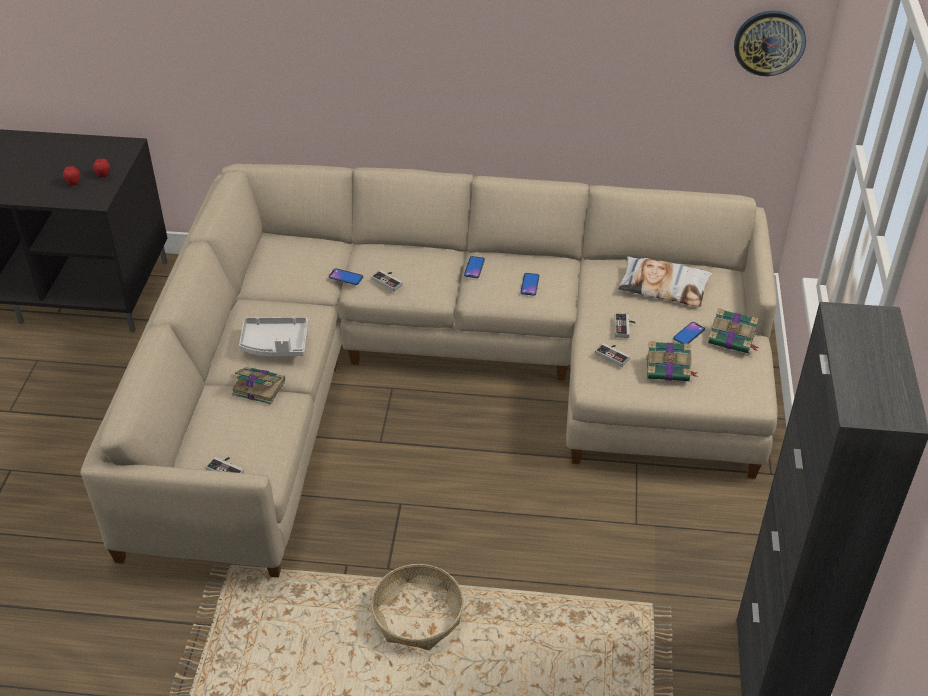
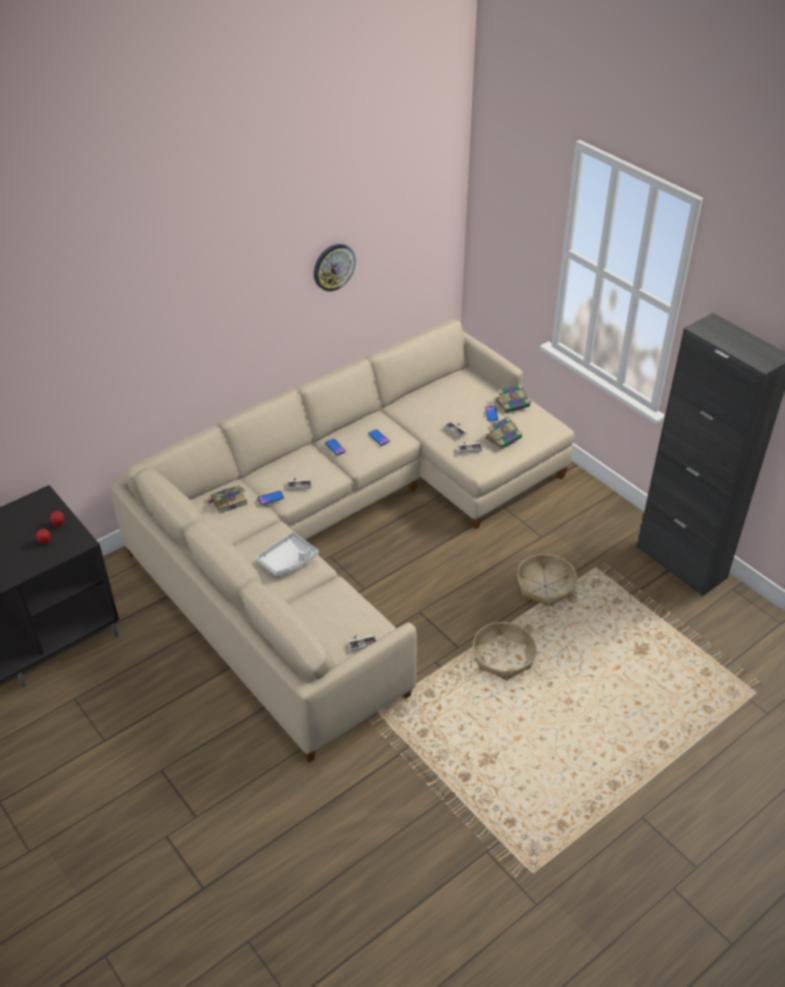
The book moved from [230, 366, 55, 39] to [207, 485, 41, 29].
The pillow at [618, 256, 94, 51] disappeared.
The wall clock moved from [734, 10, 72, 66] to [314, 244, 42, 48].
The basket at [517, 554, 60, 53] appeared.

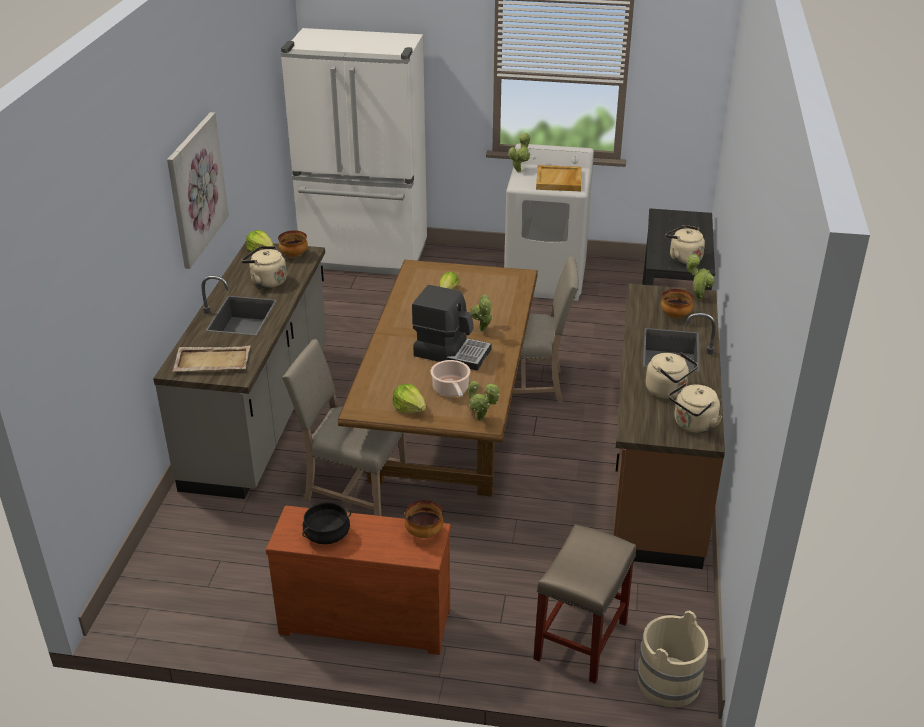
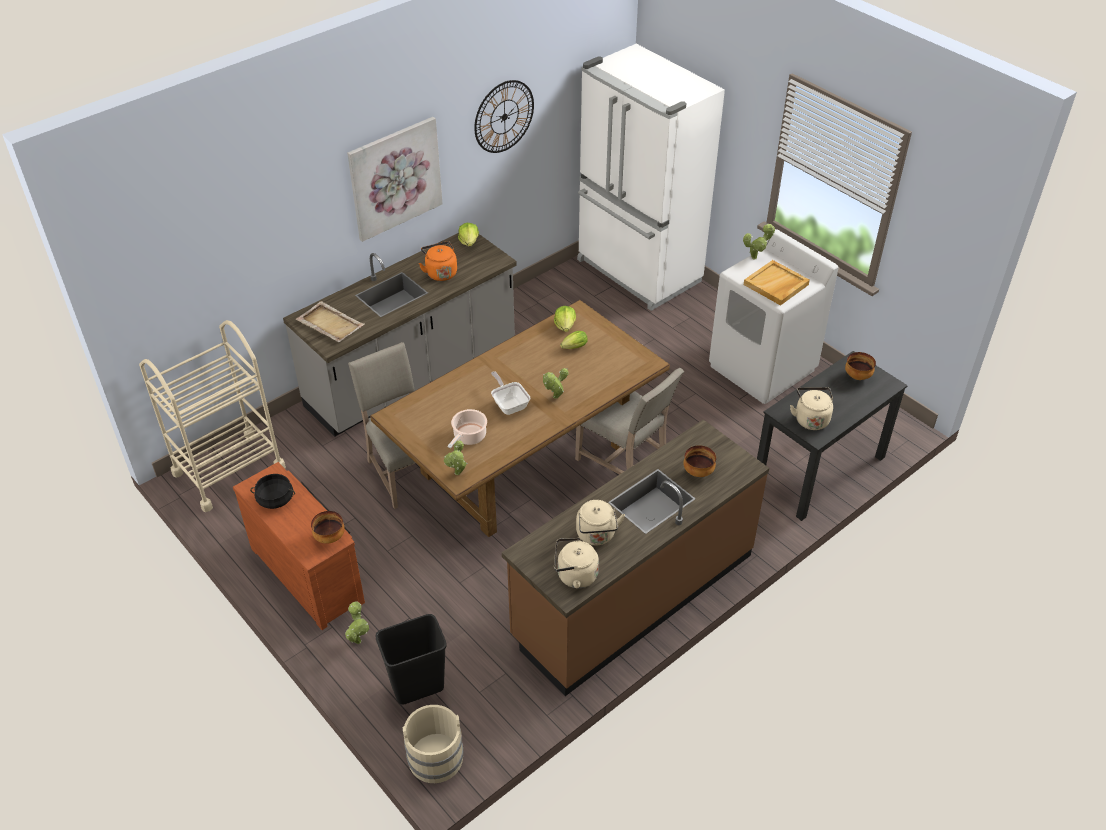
The beige kettle at [241, 246, 46, 42] became the orange kettle at [419, 241, 38, 40].
The bowl moved from [278, 230, 30, 27] to [845, 352, 31, 28].
The lettuce moved from [392, 384, 34, 29] to [554, 306, 22, 26].
The coffee machine at [412, 285, 79, 86] was replaced by the frying pan at [491, 371, 40, 44].
The beige stool at [533, 524, 103, 159] was replaced by the black trash can at [376, 614, 71, 91].
The potted plant moved from [687, 254, 28, 46] to [345, 602, 24, 42].
The beige cart at [139, 320, 147, 192] appeared.
The wall clock at [474, 80, 60, 73] appeared.

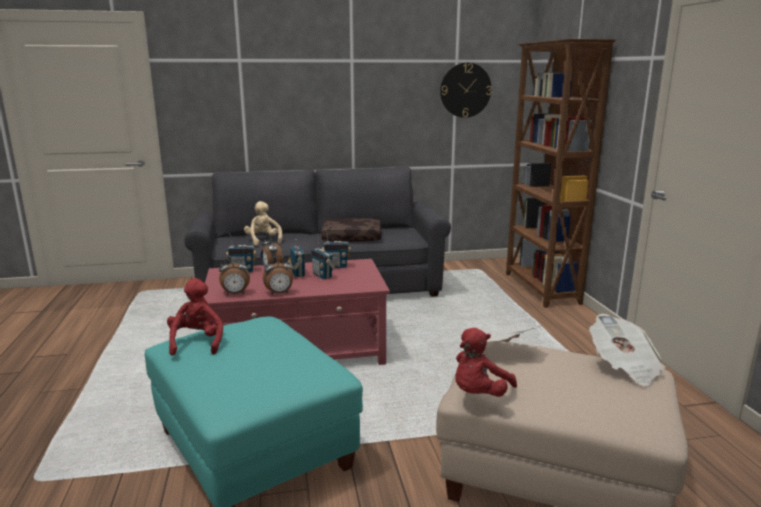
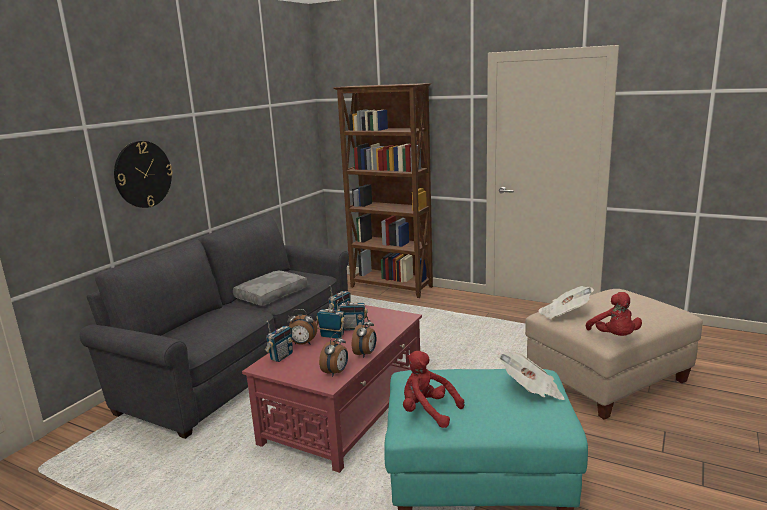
The beige plush toy at [244, 201, 38, 45] disappeared.
The brown pillow at [321, 218, 60, 23] became the grey pillow at [233, 271, 75, 35].
The wall clock moved from [440, 63, 52, 55] to [114, 141, 59, 67].
The newspaper moved from [589, 314, 77, 73] to [498, 352, 67, 48].

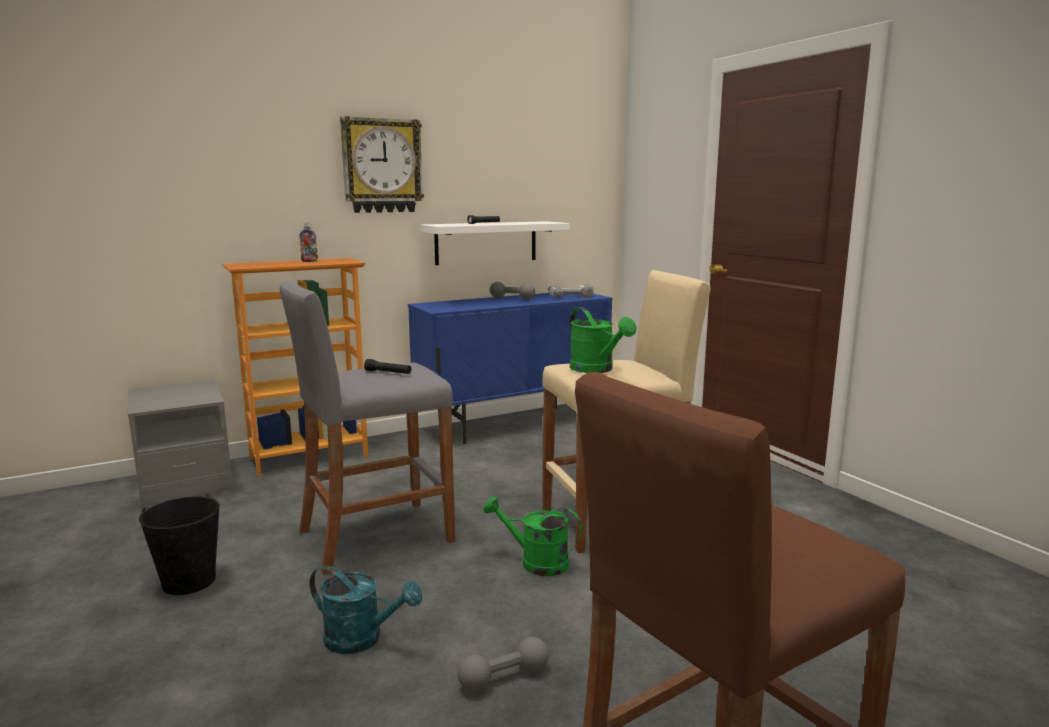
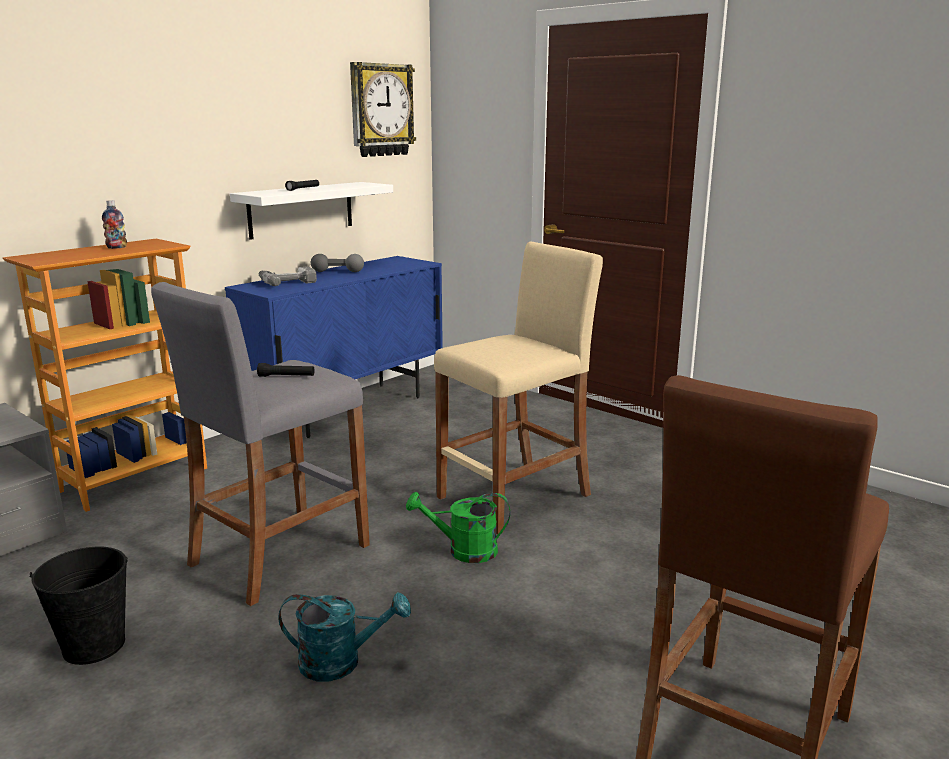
The wall clock moved from [340, 116, 84, 97] to [350, 62, 66, 95].
The grey dumbbell at [458, 637, 91, 55] disappeared.
The power drill moved from [548, 284, 45, 14] to [259, 266, 58, 20].
The green watering can at [570, 307, 66, 66] disappeared.

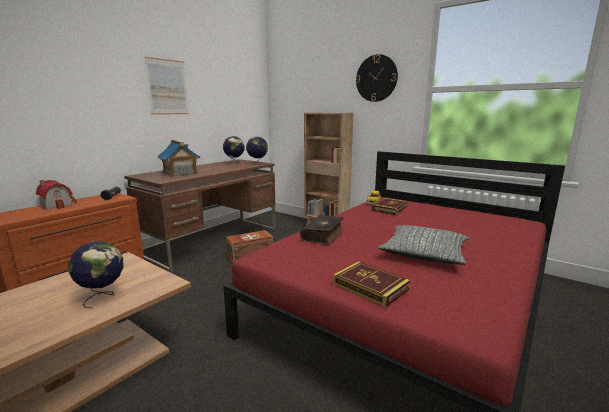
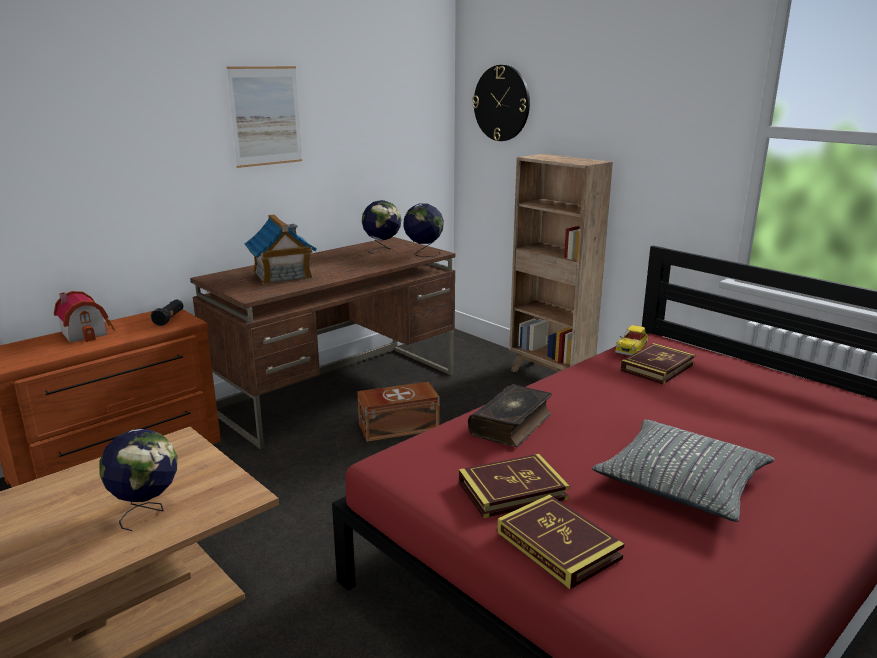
The wall clock moved from [356, 54, 42, 48] to [472, 65, 58, 76].
The book at [459, 454, 111, 64] appeared.

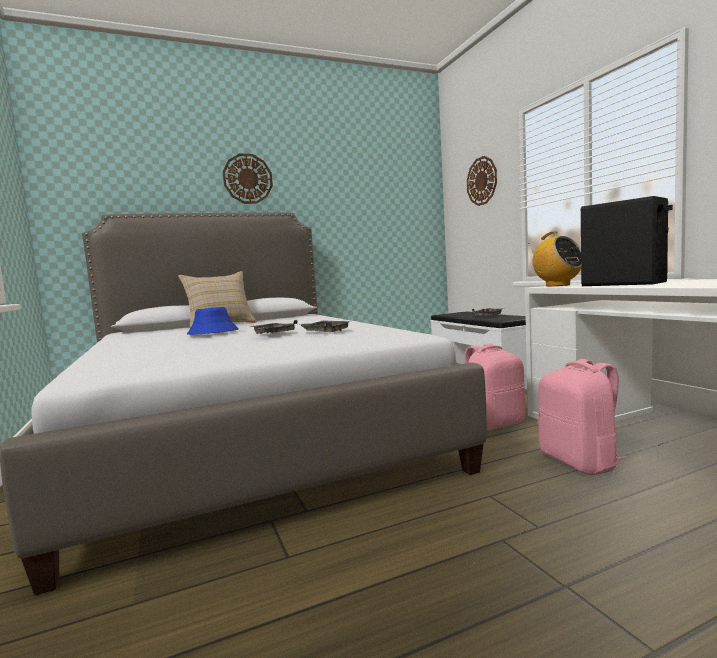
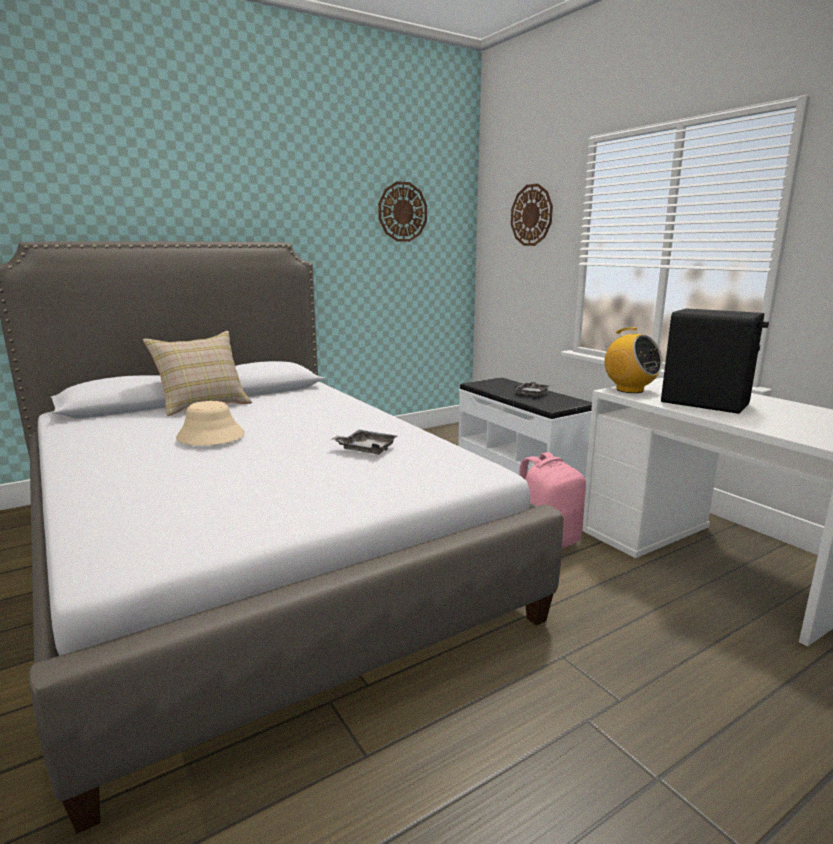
The blue hat at [187, 307, 51, 28] became the beige hat at [176, 401, 69, 45].
The wall clock moved from [223, 153, 50, 51] to [378, 181, 49, 61].
The grey tray at [250, 320, 48, 14] disappeared.
The pink backpack at [538, 359, 89, 116] disappeared.

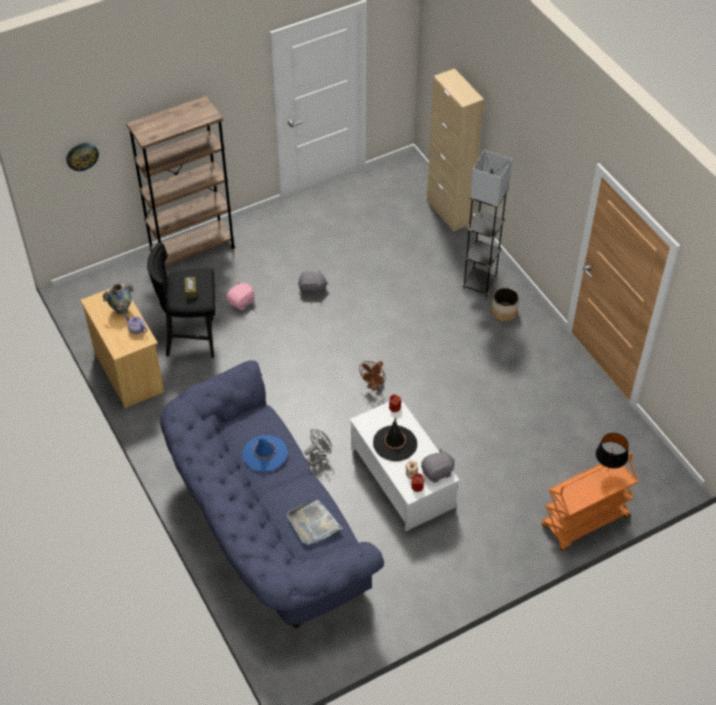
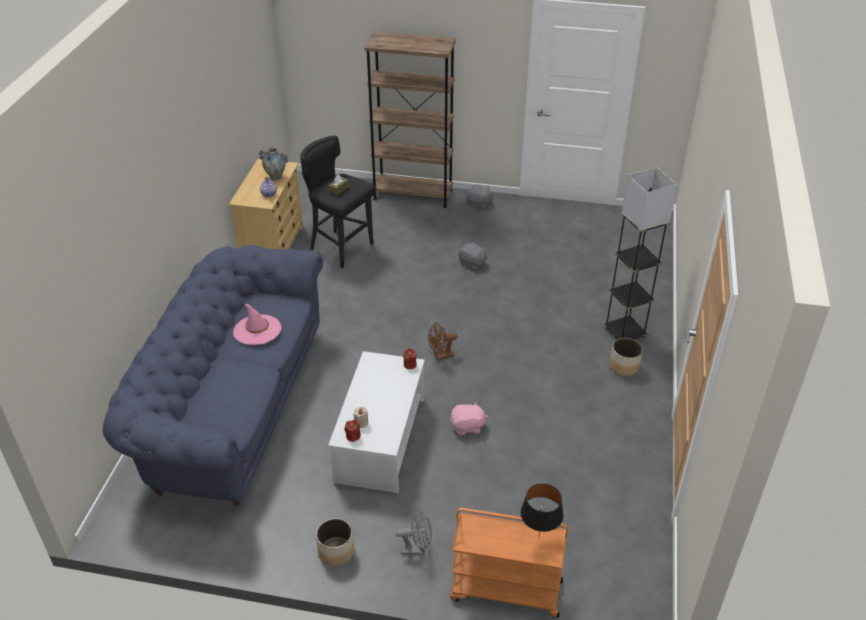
The wall clock at [66, 143, 33, 28] disappeared.
The pink plush toy moved from [227, 281, 27, 29] to [450, 401, 38, 34].
The blue hat at [242, 435, 46, 37] became the pink hat at [233, 304, 48, 41].
The grey tray at [287, 500, 56, 44] disappeared.
The grey fan moved from [304, 429, 28, 38] to [396, 511, 36, 44].
The black hat at [373, 418, 44, 43] disappeared.
The grey plush toy moved from [421, 448, 34, 34] to [466, 185, 28, 24].
The beige cabinet at [427, 68, 57, 163] disappeared.
The planter at [316, 518, 38, 48] appeared.

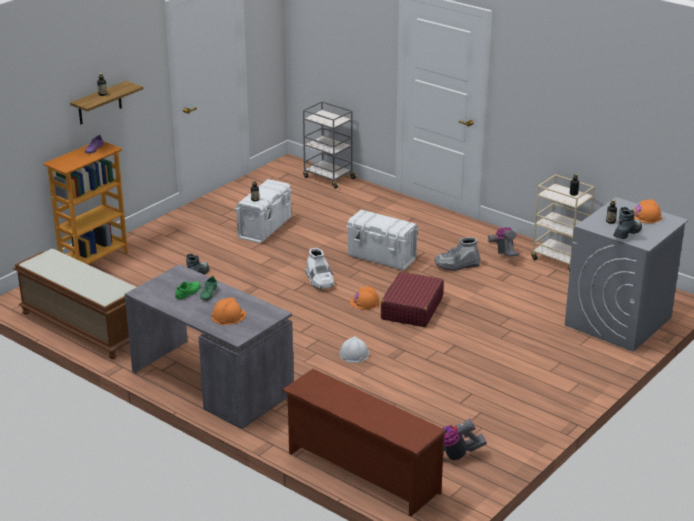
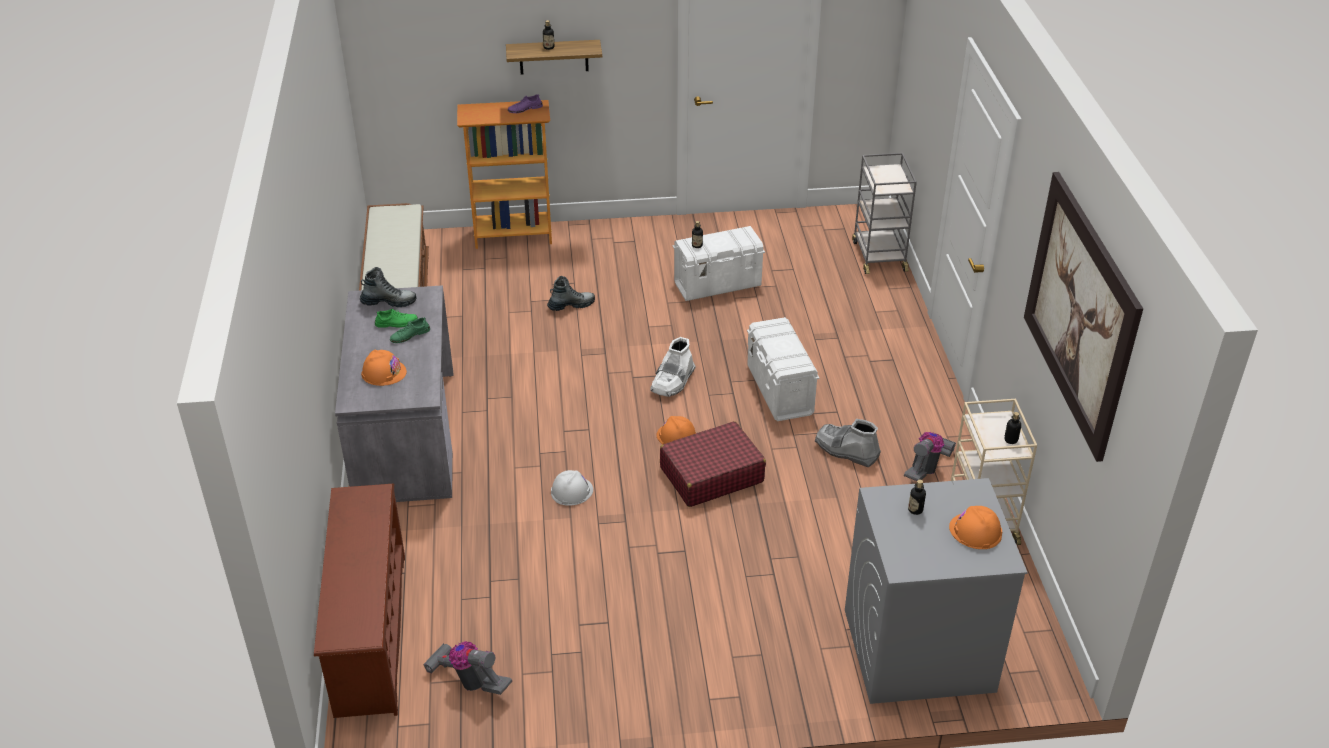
The boot moved from [613, 207, 29, 32] to [360, 267, 56, 40].
The picture at [1024, 172, 119, 290] appeared.

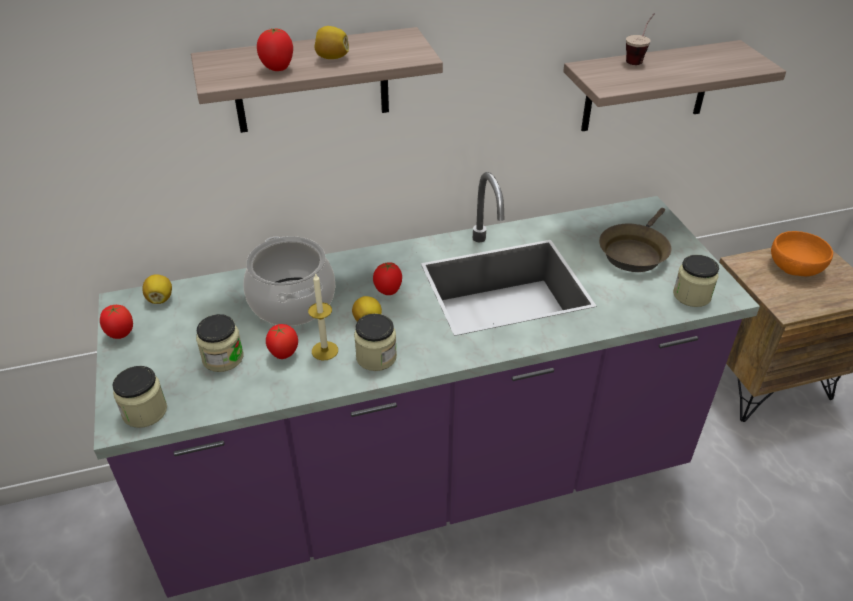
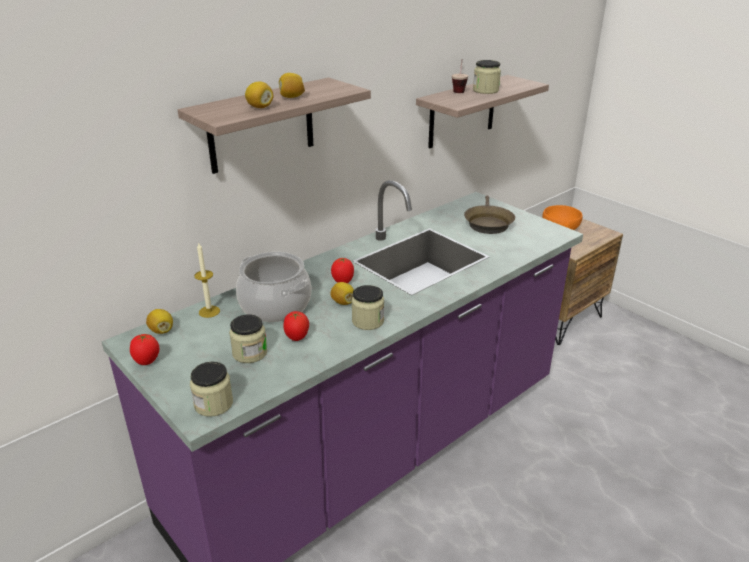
The tomato at [257, 28, 36, 43] was replaced by the lemon at [245, 81, 29, 27].
The candle moved from [308, 274, 30, 87] to [194, 243, 26, 75].
The jar moved from [673, 255, 46, 52] to [473, 60, 28, 34].

